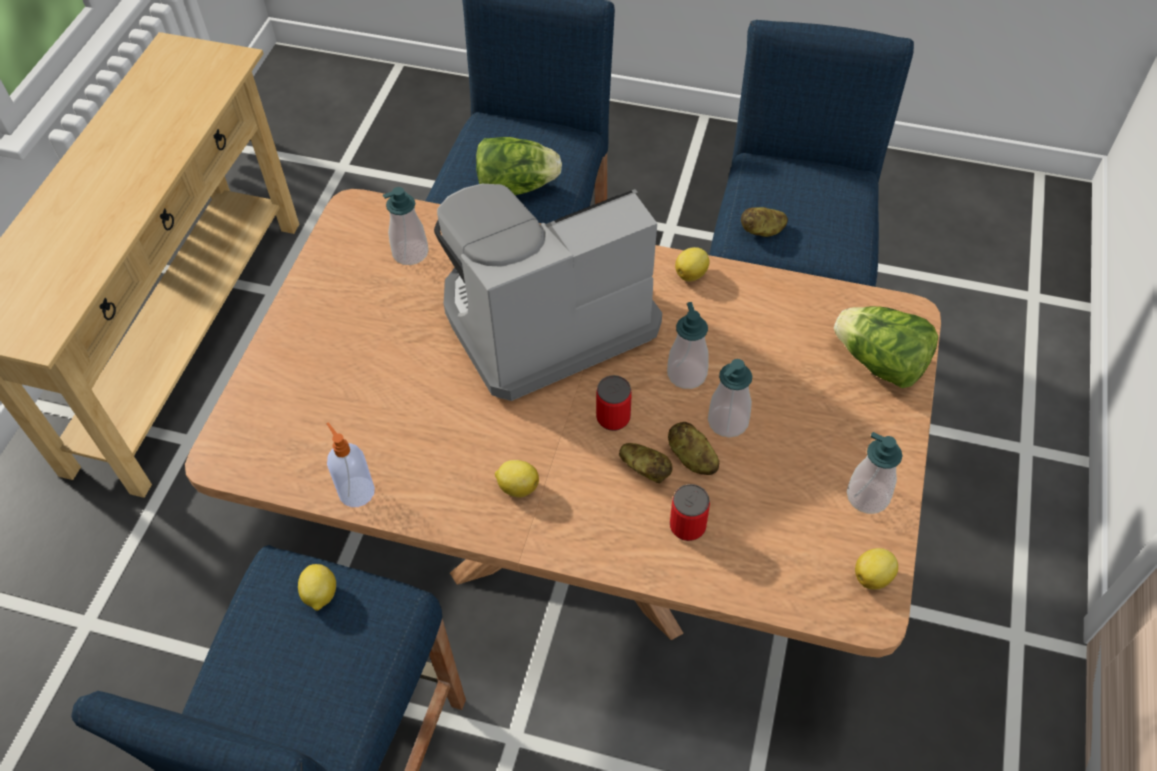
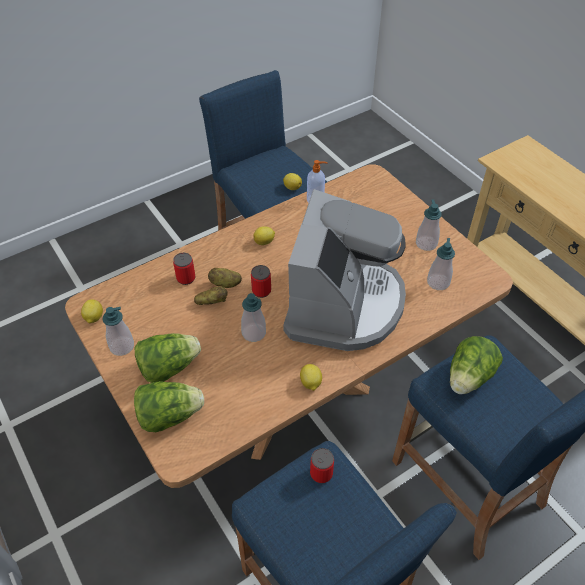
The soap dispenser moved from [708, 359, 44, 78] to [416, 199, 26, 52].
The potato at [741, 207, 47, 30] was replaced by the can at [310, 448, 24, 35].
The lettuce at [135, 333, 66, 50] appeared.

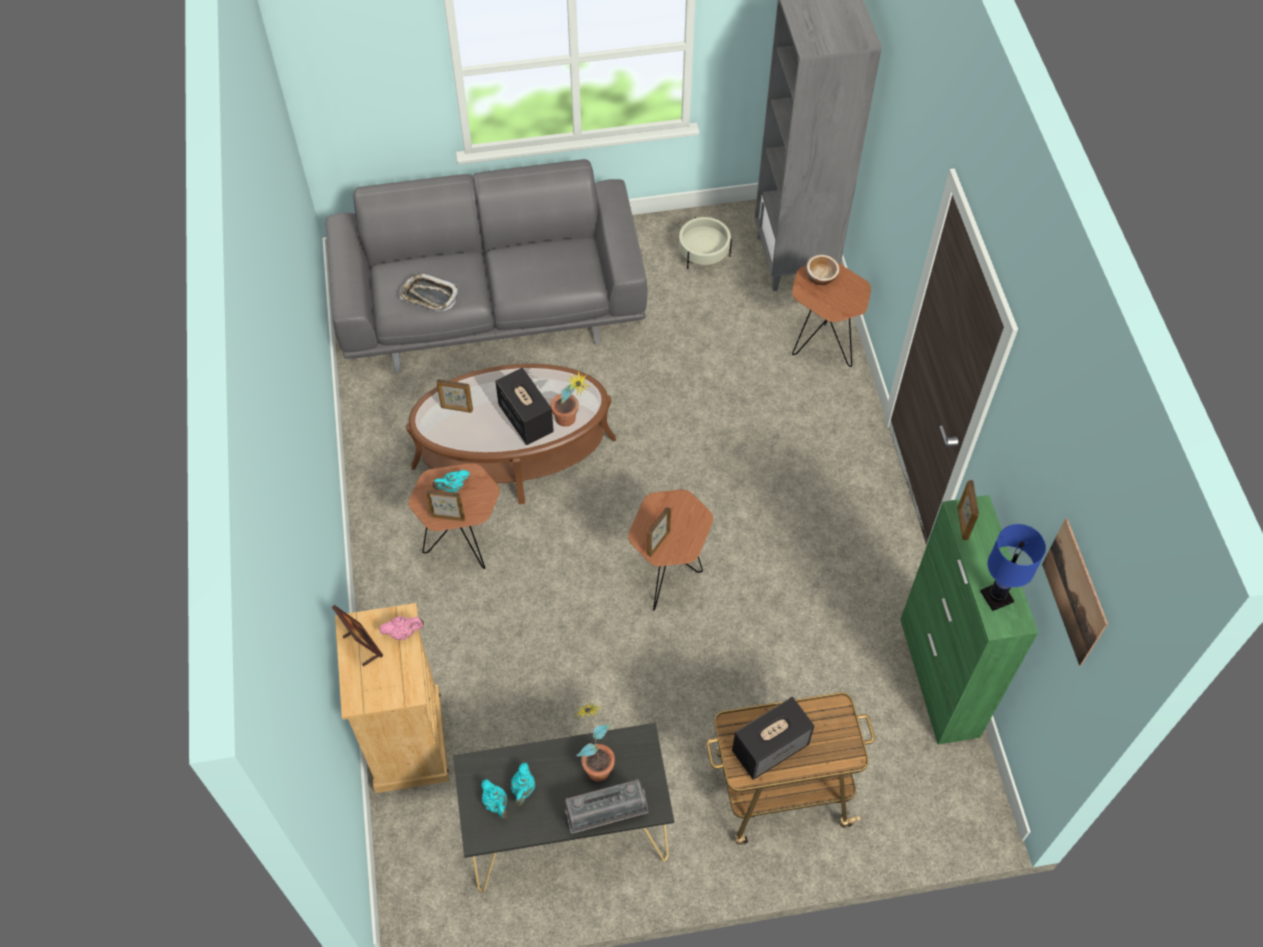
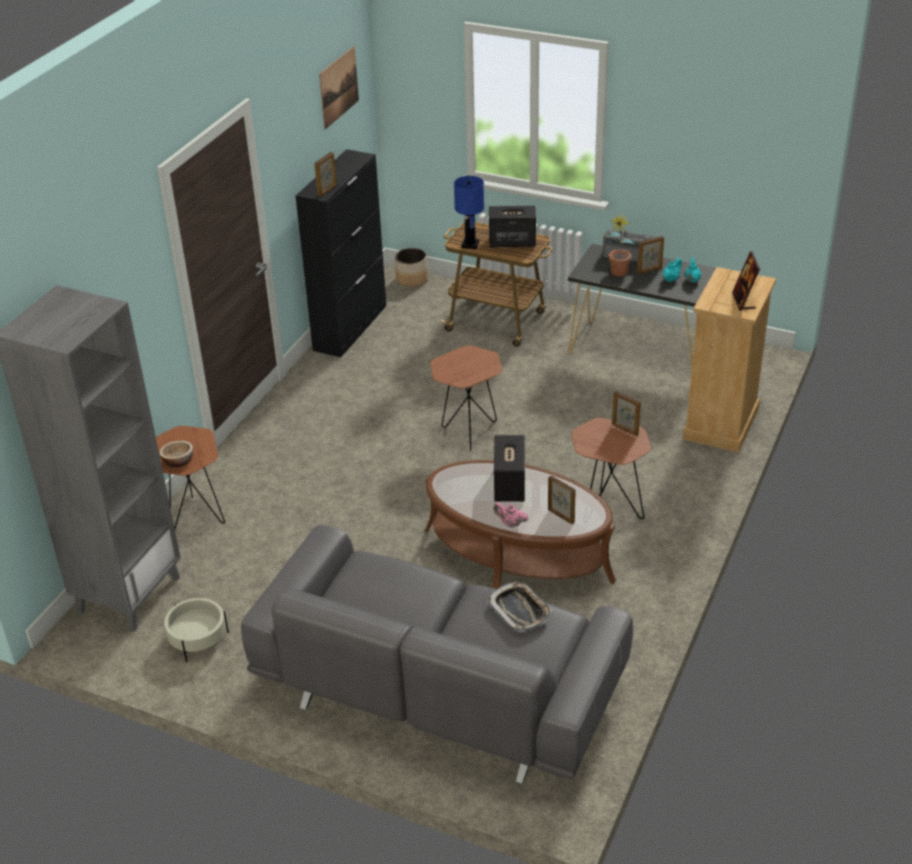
The pink teapot moved from [379, 616, 45, 24] to [493, 503, 35, 25].
The turquoise teapot at [433, 470, 37, 23] disappeared.
The potted plant at [551, 370, 39, 57] disappeared.
The picture frame moved from [647, 507, 24, 50] to [637, 236, 27, 38].
The green cabinet at [900, 495, 138, 250] became the black cabinet at [295, 149, 91, 208].
The blue table lamp moved from [980, 524, 66, 87] to [454, 176, 30, 73].
The planter at [395, 248, 33, 39] appeared.

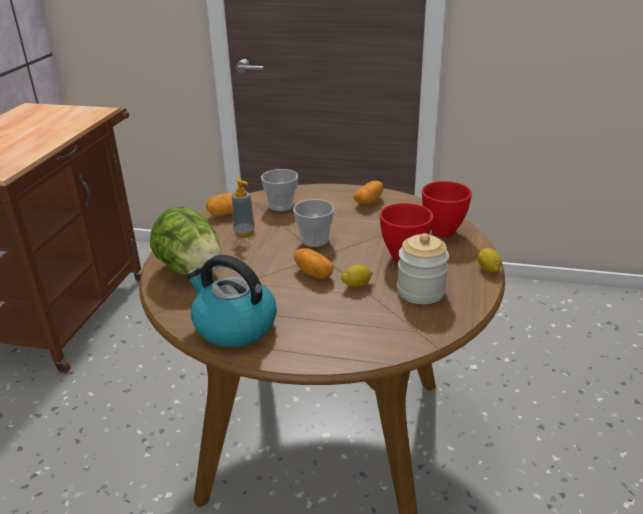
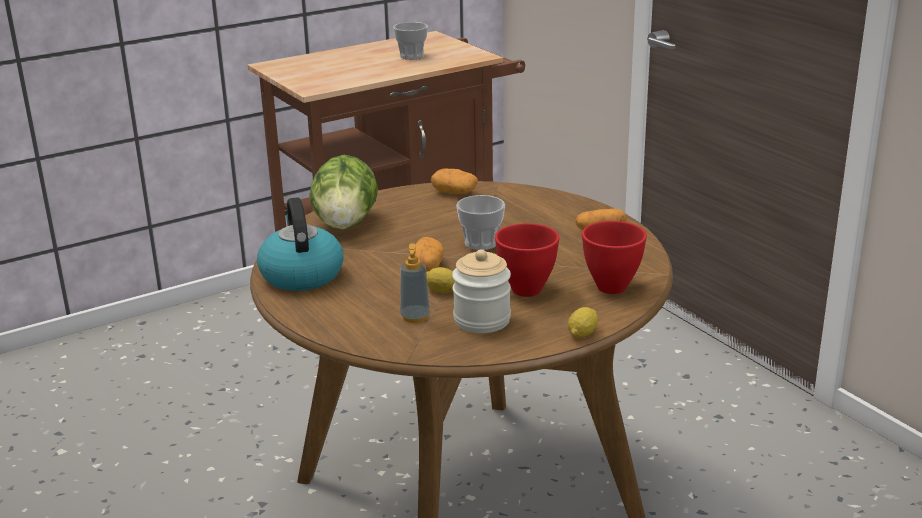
The soap dispenser moved from [232, 178, 23, 58] to [400, 243, 30, 80].
The cup moved from [261, 169, 37, 42] to [393, 22, 35, 38].

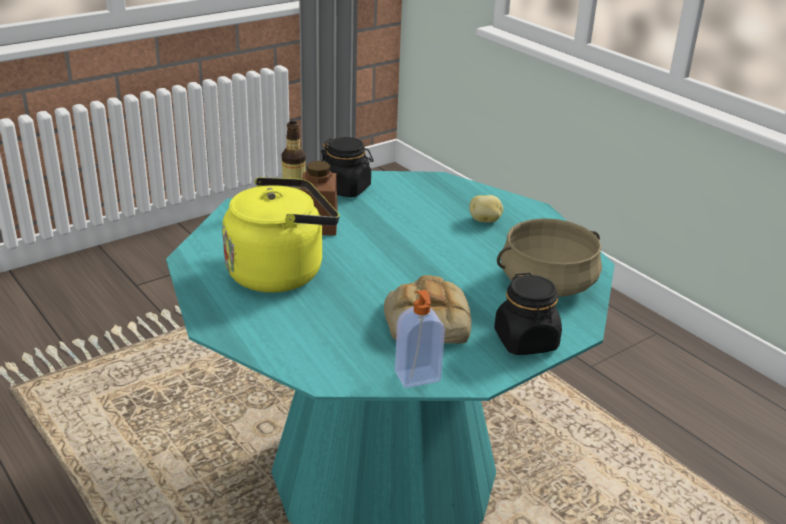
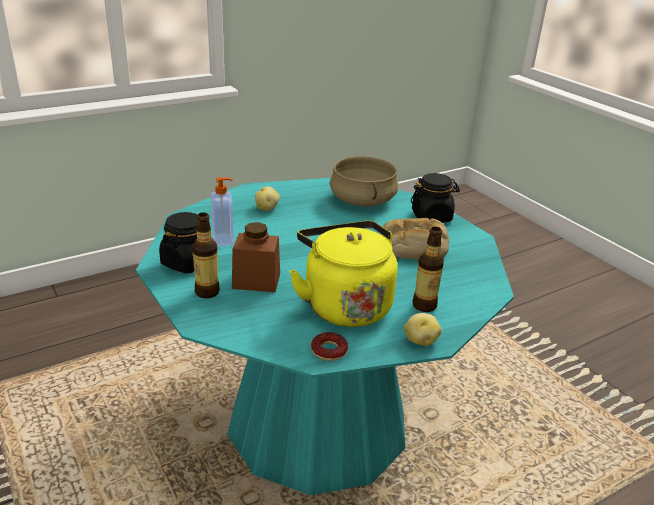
The soap dispenser moved from [395, 290, 50, 98] to [211, 177, 23, 70].
The donut at [311, 332, 37, 29] appeared.
The potato at [404, 313, 38, 33] appeared.
The bottle at [413, 227, 31, 85] appeared.

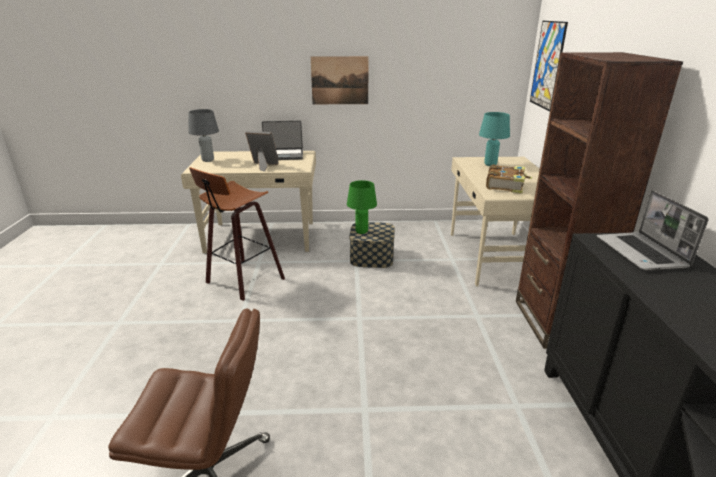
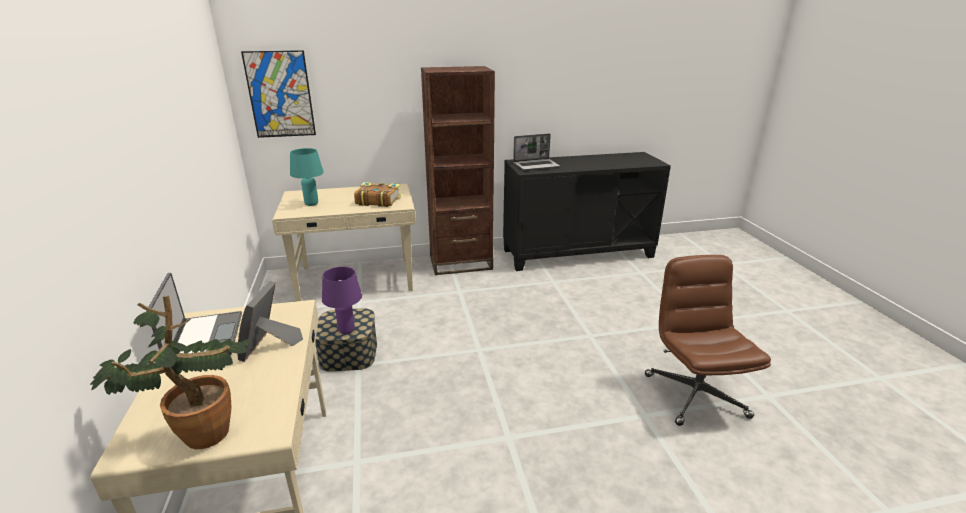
The grey table lamp at [189, 109, 30, 53] was replaced by the potted plant at [90, 296, 159, 153].
The stool at [189, 167, 96, 134] disappeared.
The picture at [311, 56, 58, 48] disappeared.
The green table lamp at [347, 180, 30, 54] became the purple table lamp at [322, 267, 40, 67].

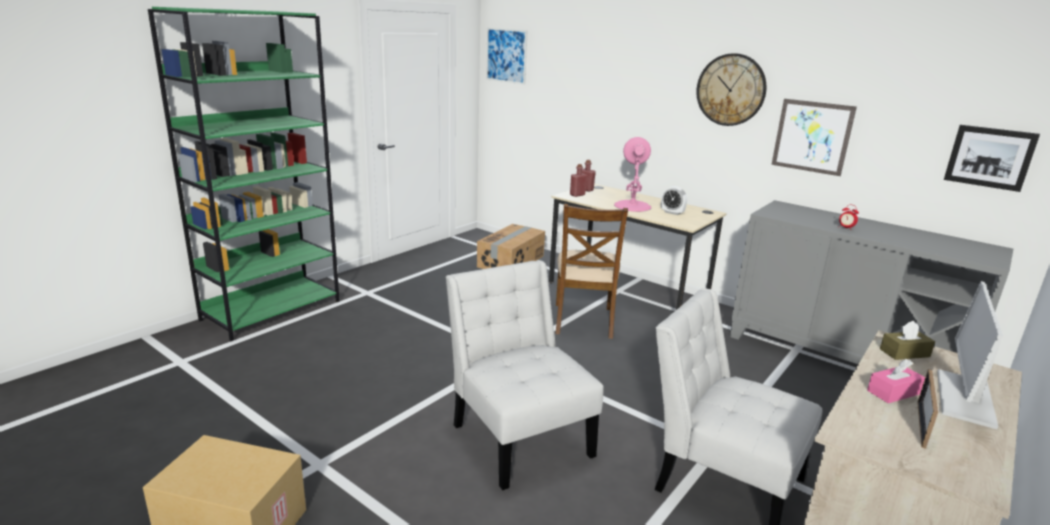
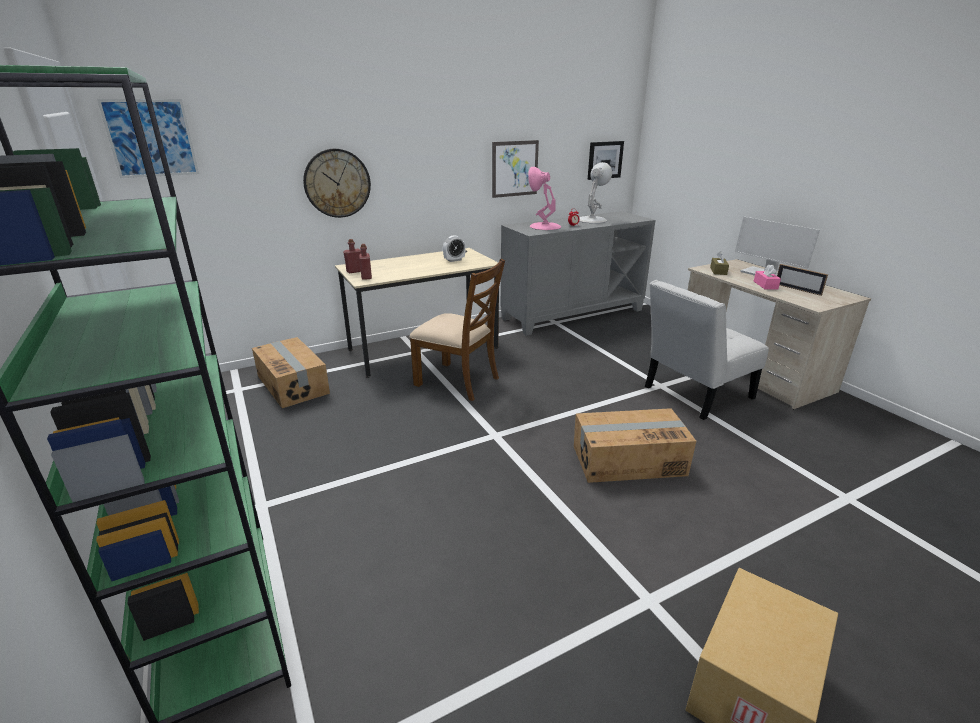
The white chair at [446, 260, 158, 230] was replaced by the cardboard box at [574, 408, 122, 75].
The pink table lamp moved from [614, 137, 37, 75] to [528, 167, 33, 63].
The wall clock moved from [696, 53, 71, 73] to [303, 149, 68, 69].
The white table lamp at [579, 162, 33, 61] appeared.

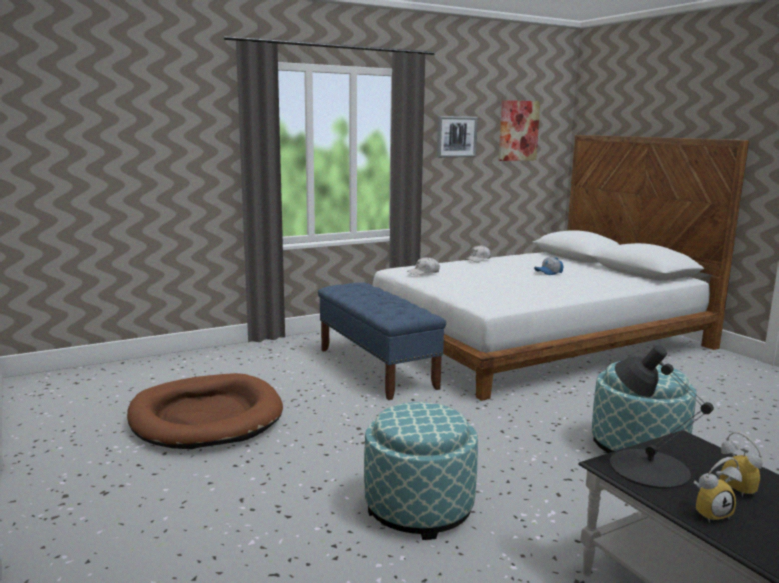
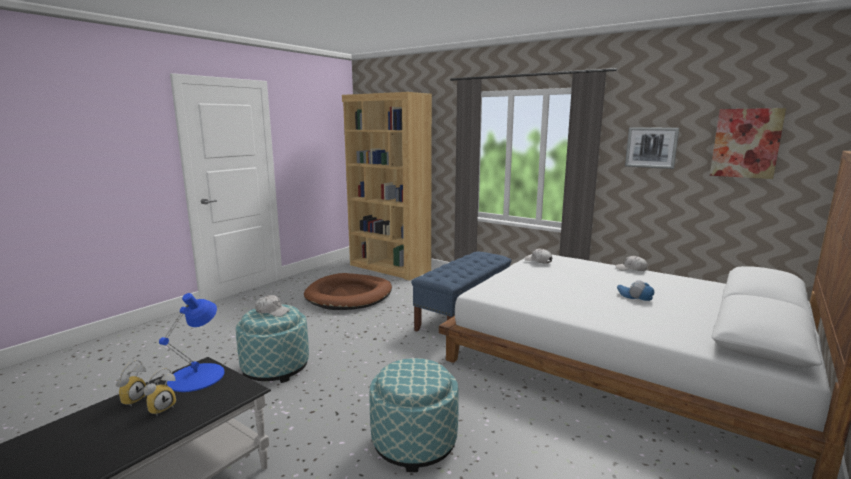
The black table lamp at [610, 345, 104, 144] became the blue table lamp at [159, 293, 65, 99].
The alarm clock at [693, 457, 49, 66] turned 120 degrees counterclockwise.
The white cap at [255, 295, 36, 22] appeared.
The brown bookcase at [342, 92, 90, 188] appeared.

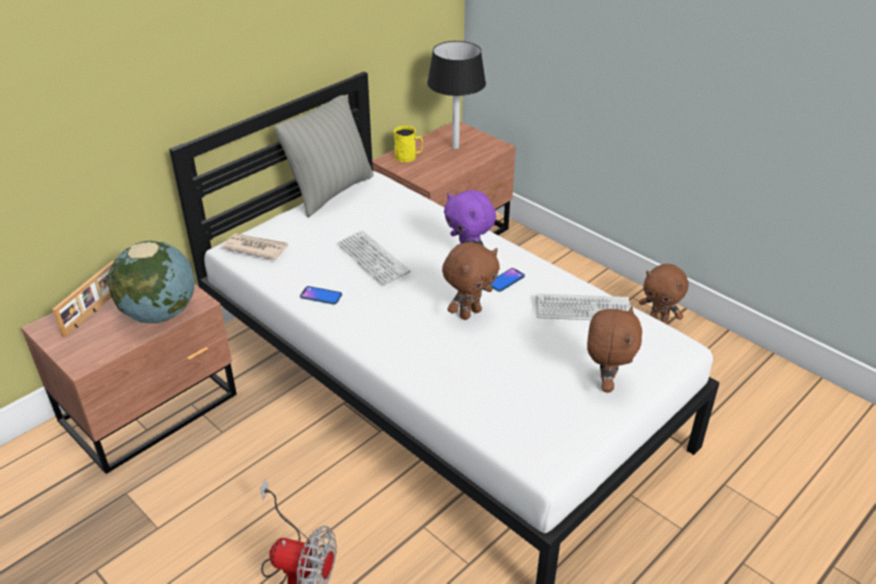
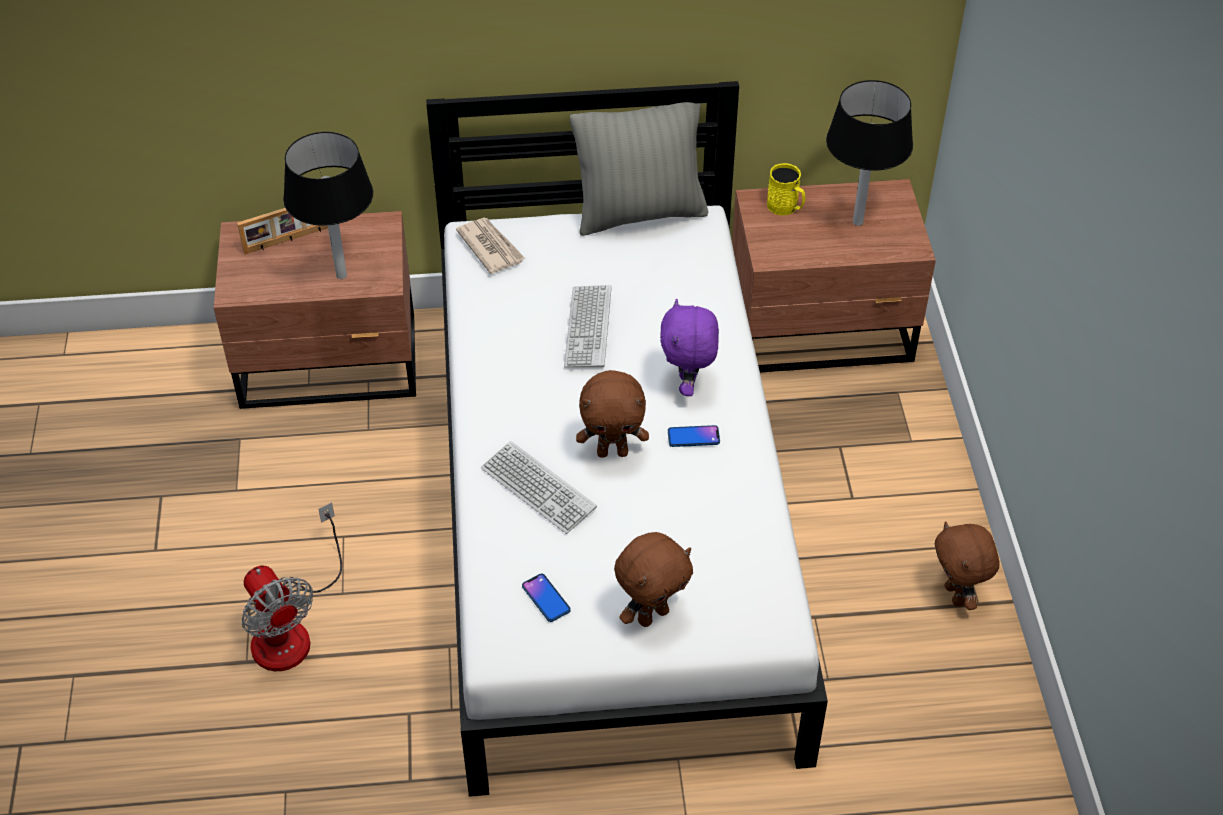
The globe at [108, 241, 87, 82] was replaced by the black table lamp at [283, 132, 90, 147].
The phone moved from [300, 286, 42, 19] to [522, 574, 49, 48].
The keyboard moved from [535, 293, 95, 27] to [481, 441, 116, 93].

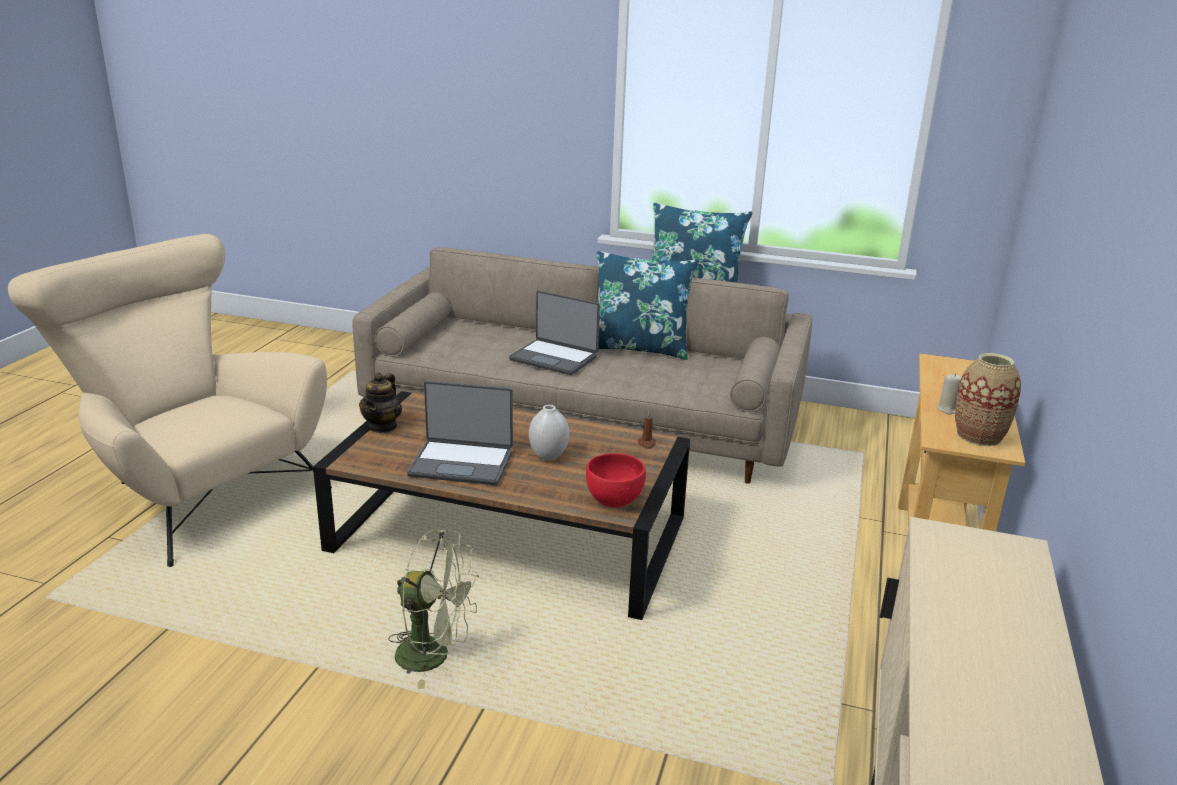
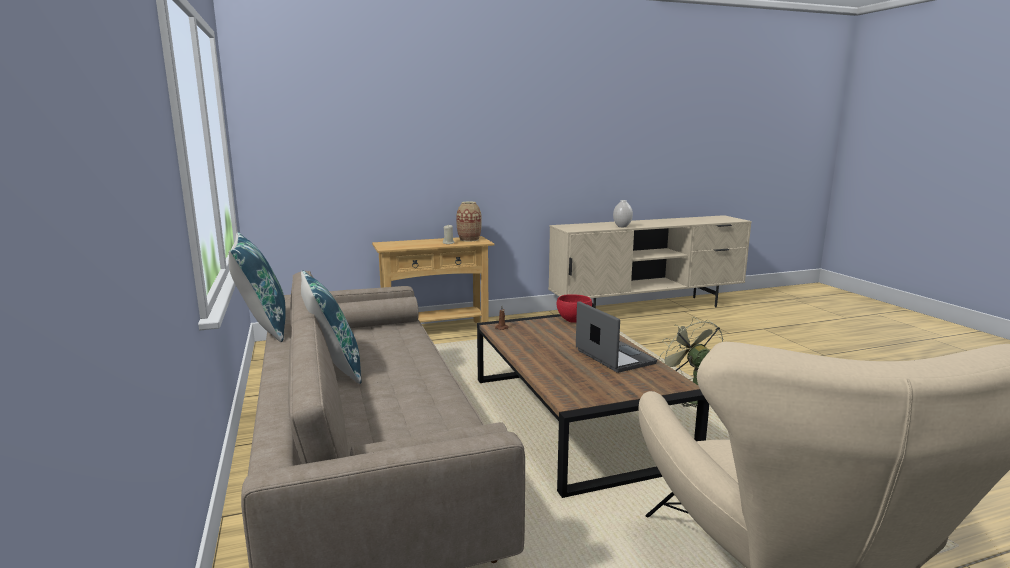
The teapot at [359, 372, 43, 61] disappeared.
The laptop at [509, 290, 91, 85] disappeared.
The white vase moved from [529, 405, 40, 56] to [613, 200, 20, 27].

